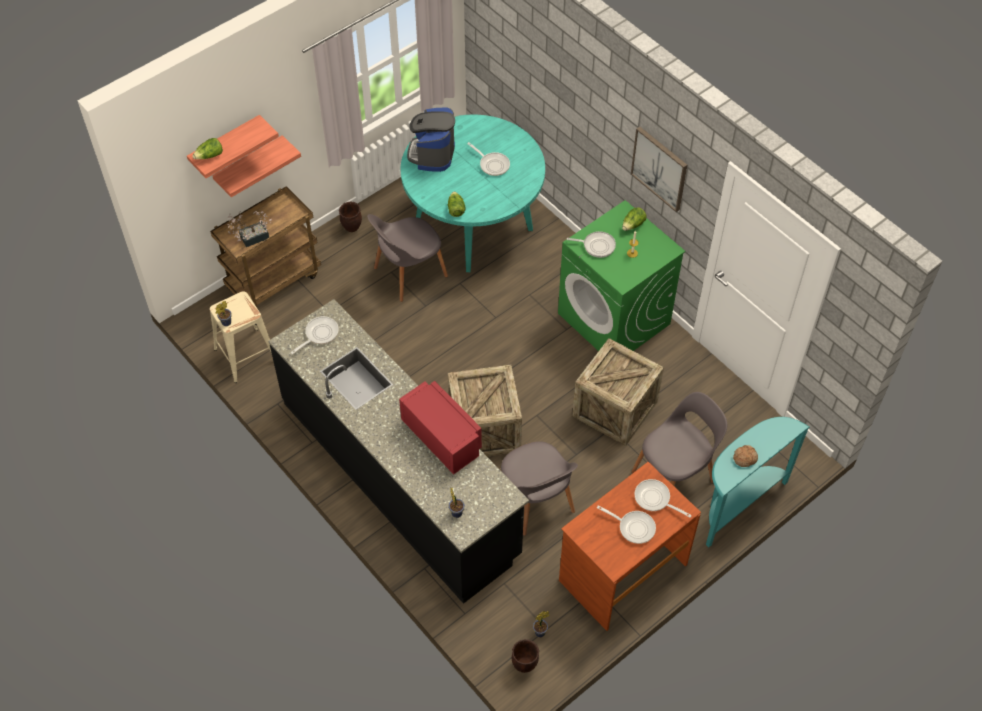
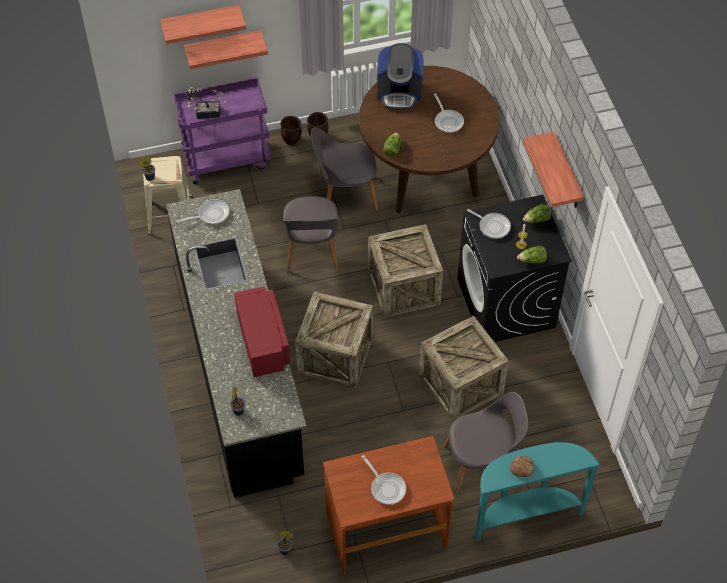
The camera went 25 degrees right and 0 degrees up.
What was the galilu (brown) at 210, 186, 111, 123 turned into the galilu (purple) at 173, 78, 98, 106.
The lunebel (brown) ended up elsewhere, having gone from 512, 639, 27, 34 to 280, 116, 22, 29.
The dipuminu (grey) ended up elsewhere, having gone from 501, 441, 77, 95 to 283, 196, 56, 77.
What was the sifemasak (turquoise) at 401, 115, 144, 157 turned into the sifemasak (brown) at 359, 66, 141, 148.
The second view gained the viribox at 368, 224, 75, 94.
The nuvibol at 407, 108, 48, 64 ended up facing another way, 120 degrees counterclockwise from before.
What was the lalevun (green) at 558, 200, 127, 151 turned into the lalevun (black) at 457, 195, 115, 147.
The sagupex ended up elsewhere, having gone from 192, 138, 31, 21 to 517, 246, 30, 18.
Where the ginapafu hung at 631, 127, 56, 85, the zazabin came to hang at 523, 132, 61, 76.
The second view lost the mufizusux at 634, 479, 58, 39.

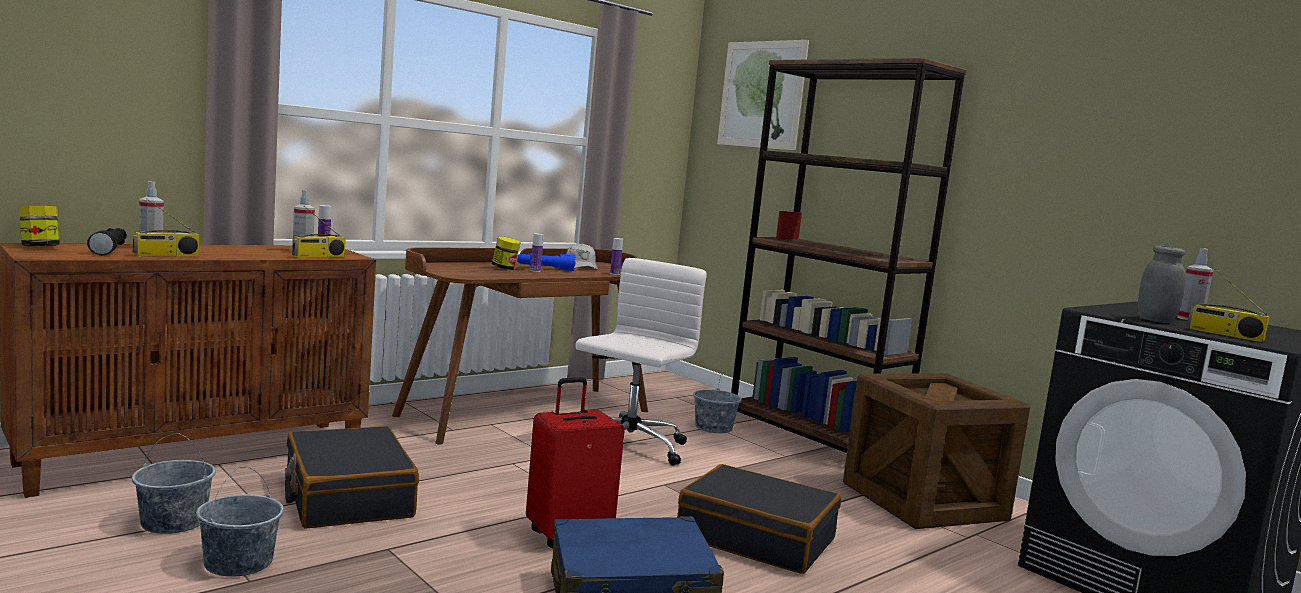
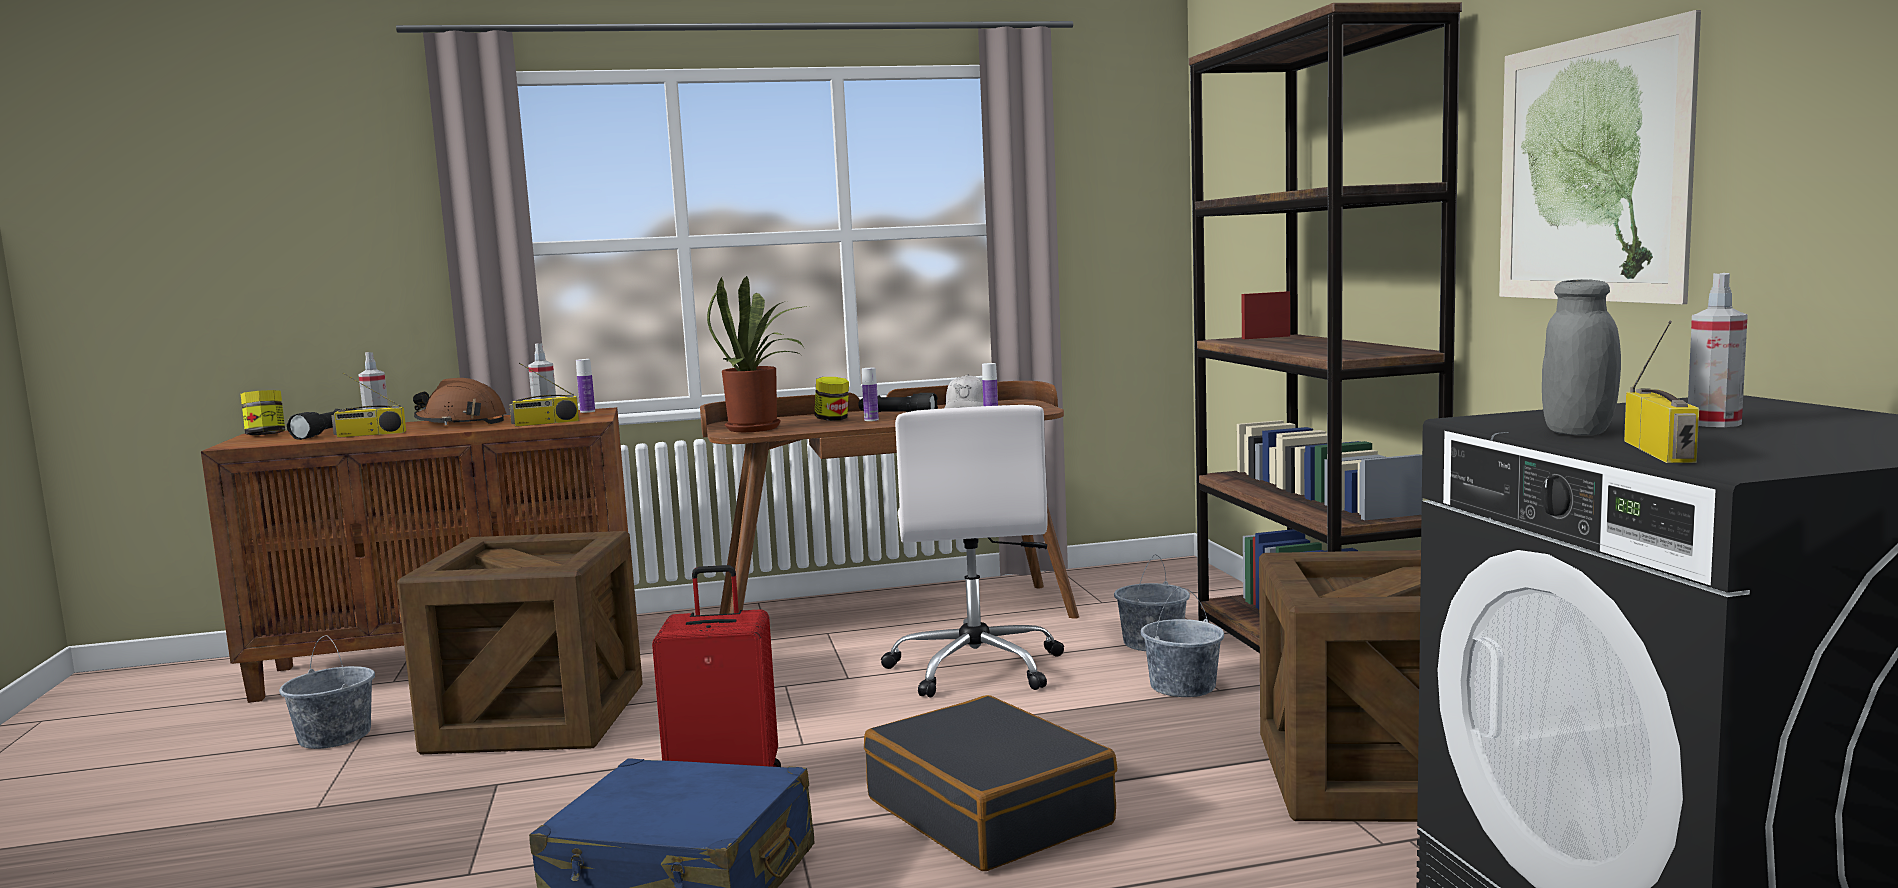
The camera went 30 degrees right and 0 degrees up.
Where the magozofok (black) stood at 285, 426, 134, 103, the viribox came to stand at 397, 531, 246, 223.
The second view gained the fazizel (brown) at 413, 378, 93, 47.
The second view gained the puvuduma at 707, 276, 100, 156.
What was the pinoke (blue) at 517, 253, 59, 18 turned into the pinoke (black) at 858, 393, 80, 19.
The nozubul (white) at 576, 258, 131, 208 ended up facing another way, 120 degrees clockwise from before.
The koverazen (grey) ended up elsewhere, having gone from 196, 467, 88, 110 to 1141, 587, 83, 110.
The ginapafu ended up elsewhere, having gone from 717, 40, 92, 110 to 1499, 10, 202, 294.
The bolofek at 1187, 269, 83, 73 ended up facing another way, 150 degrees counterclockwise from before.

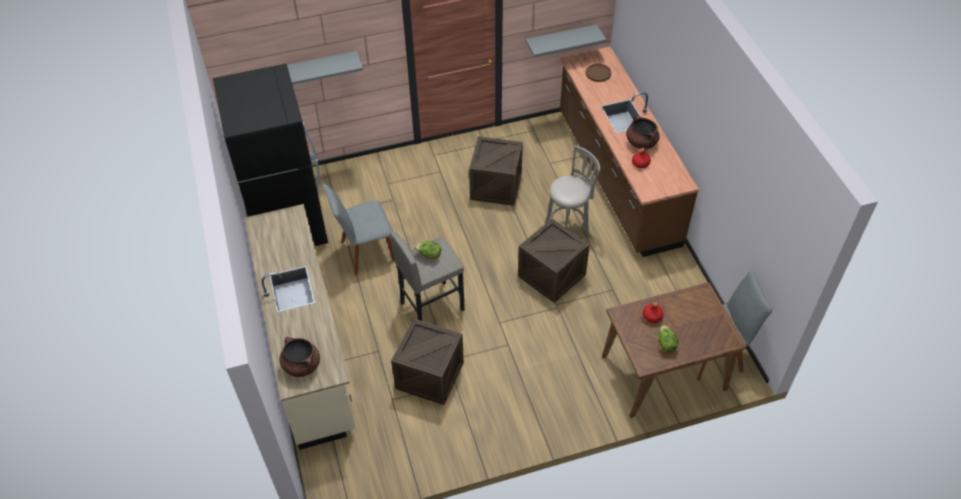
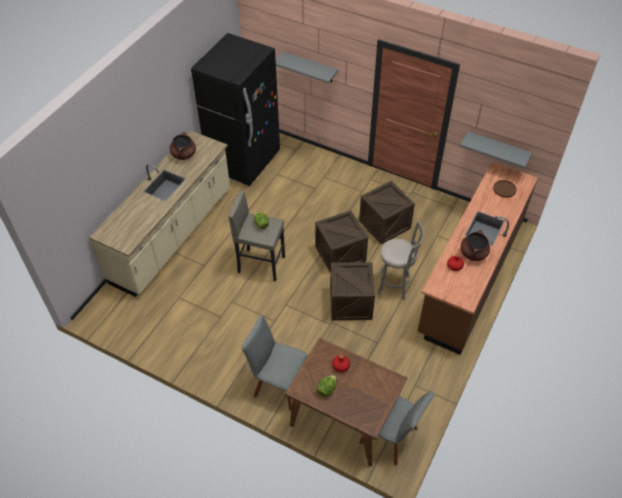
The camera went 45 degrees right and 0 degrees up.
The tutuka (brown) ended up elsewhere, having gone from 279, 337, 41, 40 to 170, 132, 26, 28.
The dipuminu (grey) ended up elsewhere, having gone from 322, 183, 73, 92 to 242, 315, 66, 95.
The viribox ended up elsewhere, having gone from 391, 318, 73, 87 to 315, 210, 53, 63.

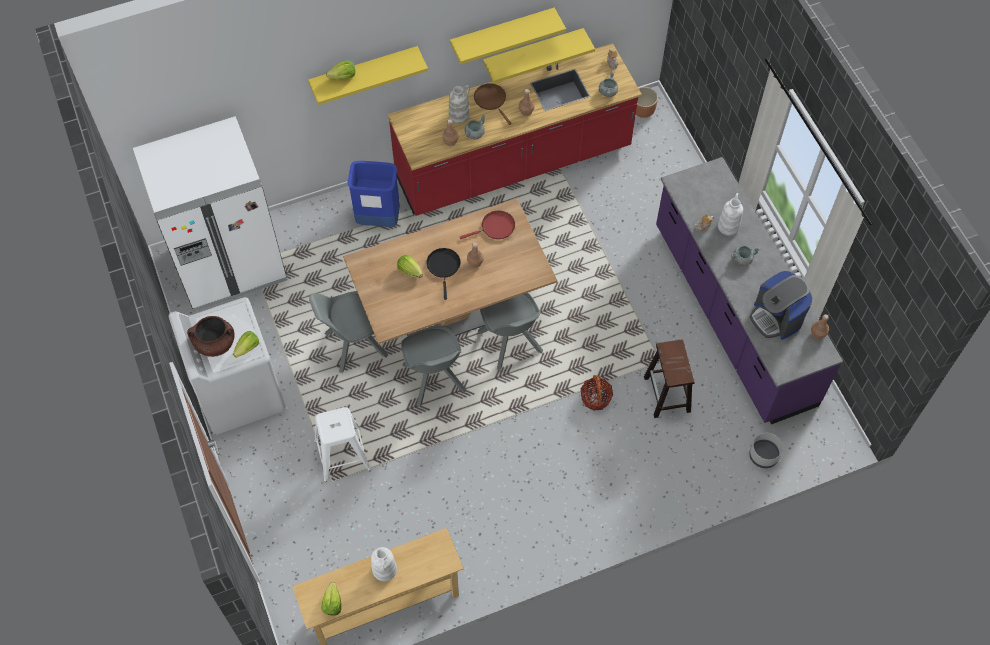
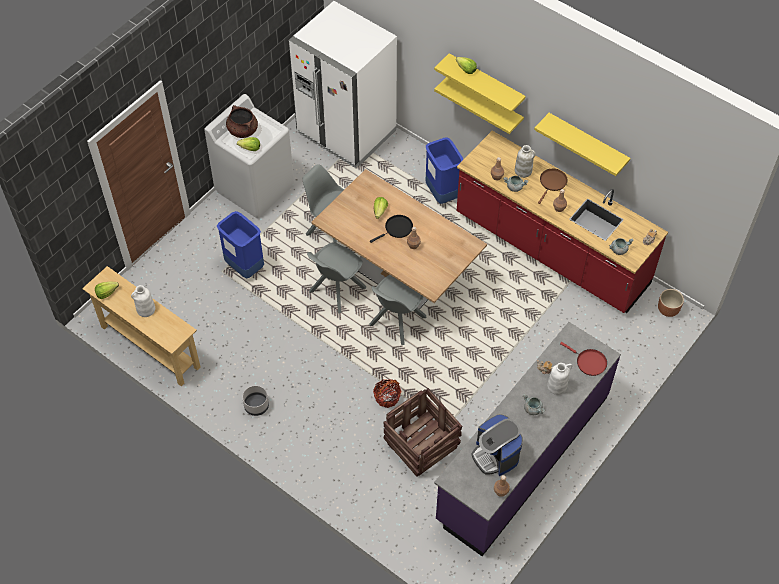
The camera went 60 degrees right and 5 degrees down.
Where the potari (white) stood at 315, 407, 56, 75, the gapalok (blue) came to stand at 217, 211, 47, 67.
The lunebel (grey) ended up elsewhere, having gone from 749, 433, 34, 35 to 242, 385, 27, 31.
Where the potari (brown) stood at 644, 339, 51, 79, the viribox came to stand at 383, 388, 79, 89.
The zazabin (yellow) ended up elsewhere, having gone from 483, 28, 112, 55 to 434, 77, 90, 57.
The nuvibol at 750, 271, 62, 69 ended up facing another way, 60 degrees counterclockwise from before.
The mufizusux (red) ended up elsewhere, having gone from 460, 211, 55, 28 to 560, 342, 47, 34.

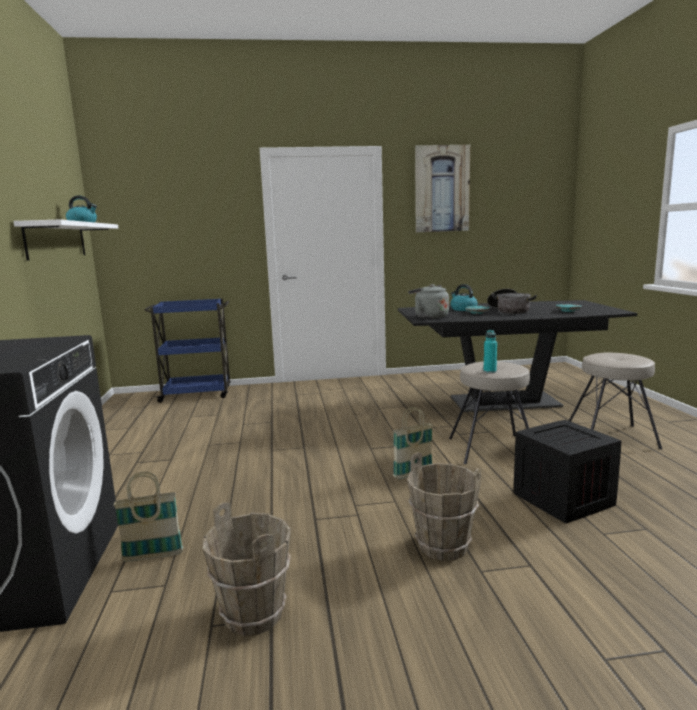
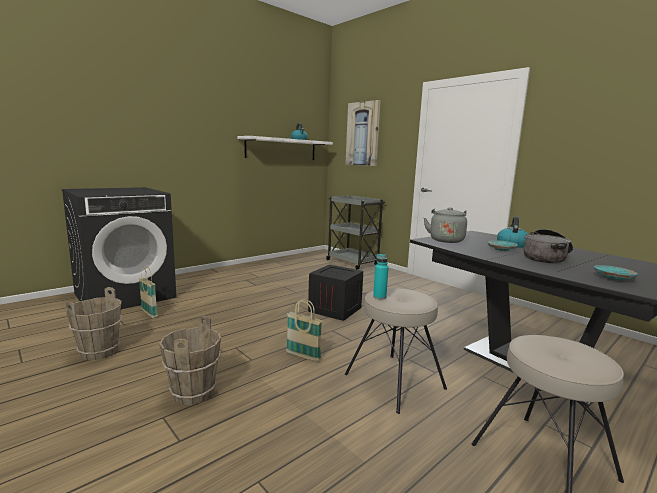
The camera went 55 degrees right and 0 degrees up.
The viribox ended up elsewhere, having gone from 514, 420, 107, 103 to 308, 265, 55, 56.
What was the galilu (blue) at 145, 299, 86, 104 turned into the galilu (grey) at 325, 195, 60, 75.
The ginapafu ended up elsewhere, having gone from 415, 145, 55, 87 to 345, 100, 36, 66.

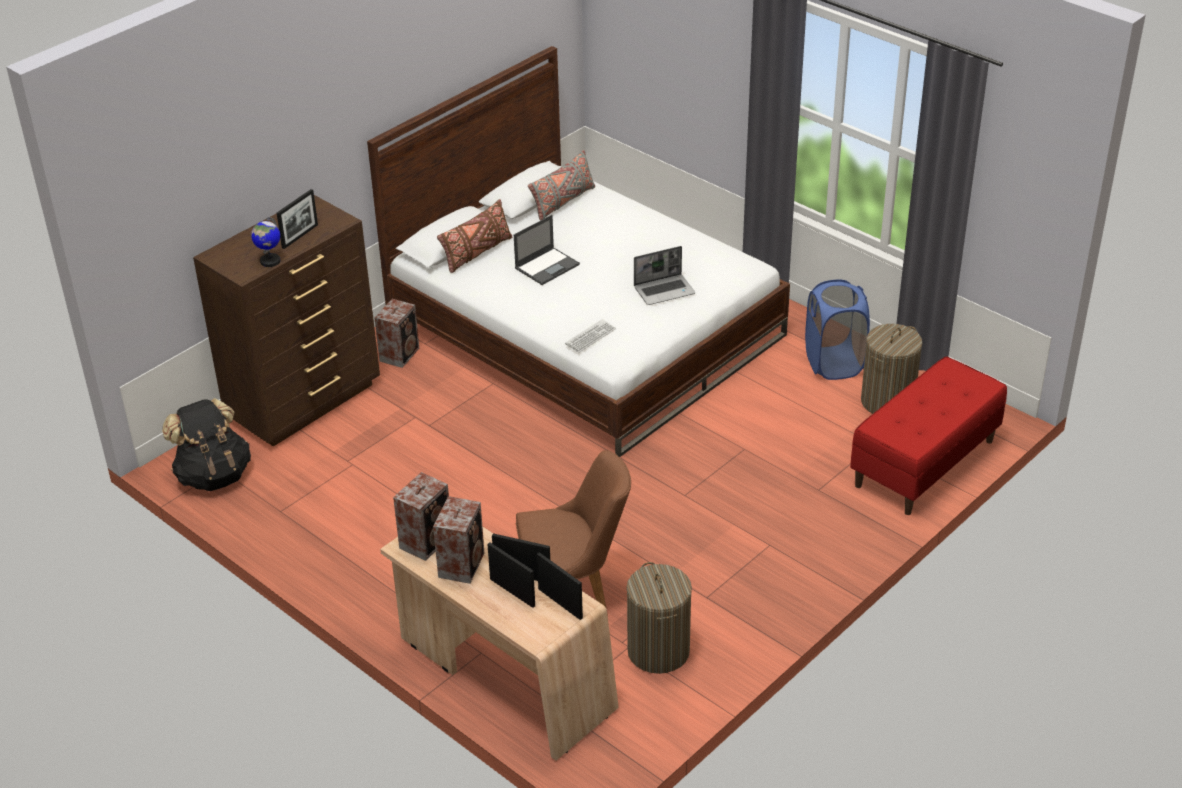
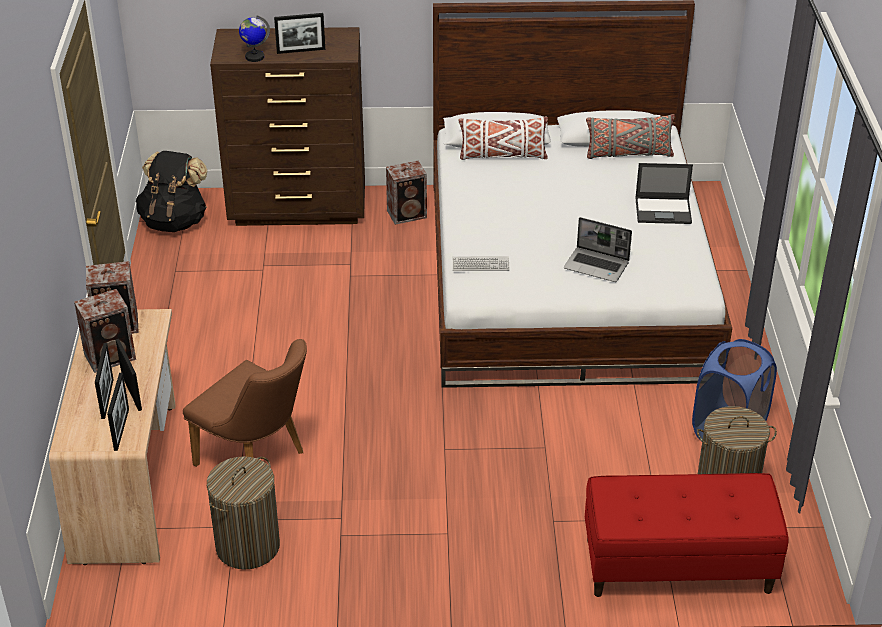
The camera went 45 degrees right and 0 degrees up.
What was the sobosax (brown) at 437, 199, 75, 74 turned into the sobosax (white) at 458, 117, 90, 43.
The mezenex ended up elsewhere, having gone from 514, 215, 66, 70 to 635, 163, 58, 61.

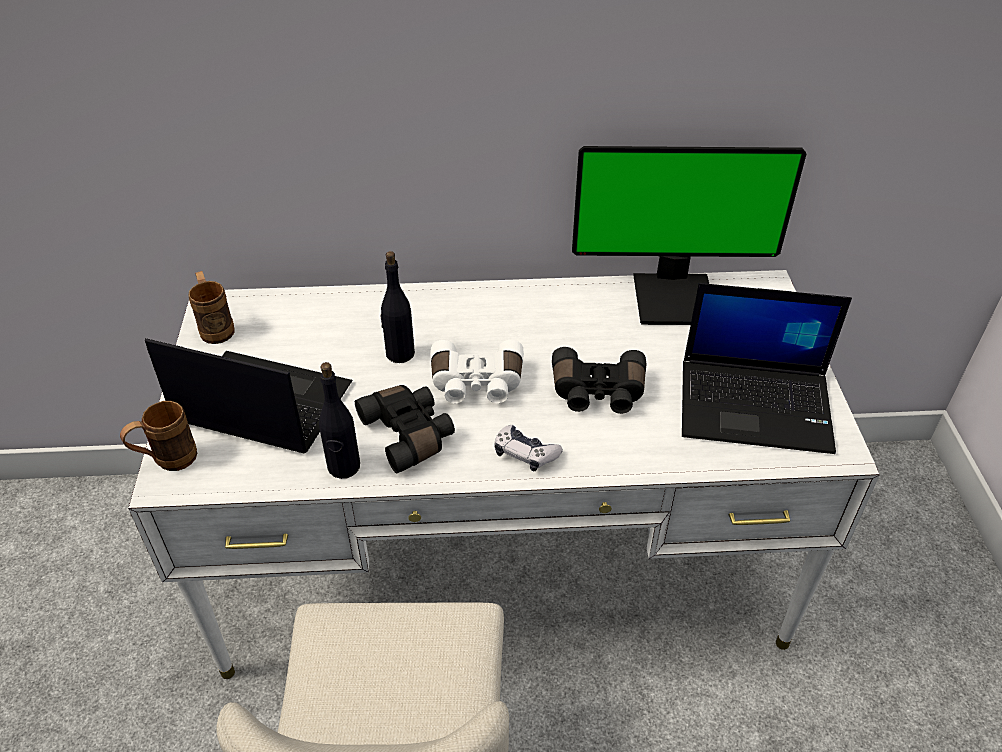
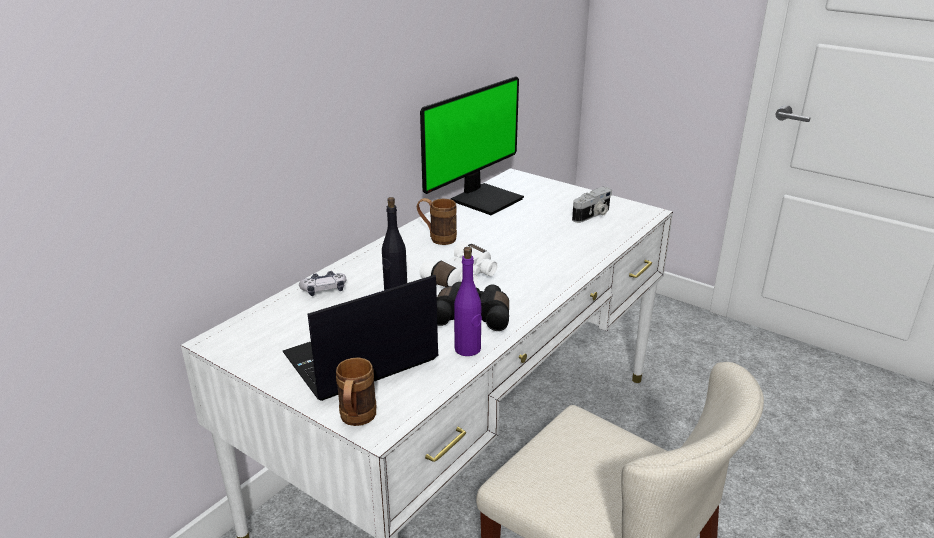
The camera went 50 degrees left and 15 degrees down.
The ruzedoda ended up elsewhere, having gone from 494, 425, 69, 46 to 299, 271, 48, 25.
The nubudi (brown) ended up elsewhere, having gone from 189, 271, 45, 73 to 417, 198, 40, 47.
What was the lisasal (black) at 319, 362, 41, 117 turned into the lisasal (purple) at 454, 247, 28, 109.
Where the mezenex stood at 682, 283, 170, 171, the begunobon came to stand at 572, 187, 40, 36.
The second view lost the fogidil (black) at 552, 347, 94, 67.

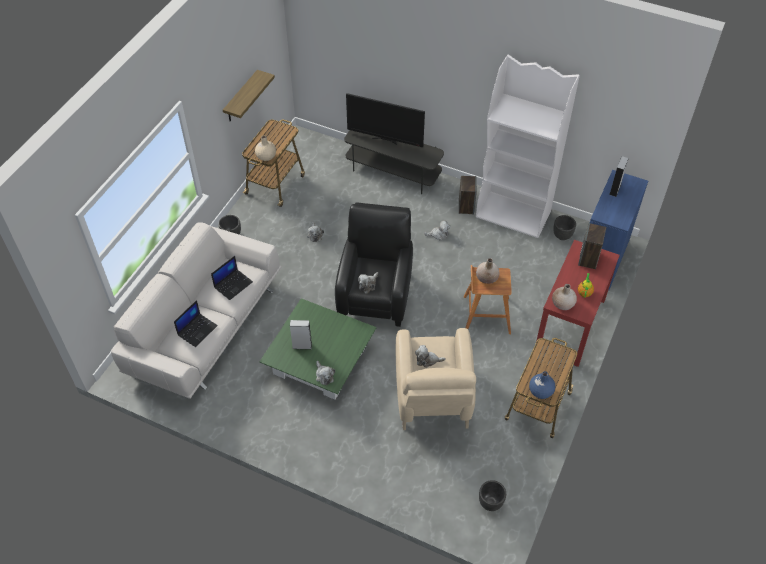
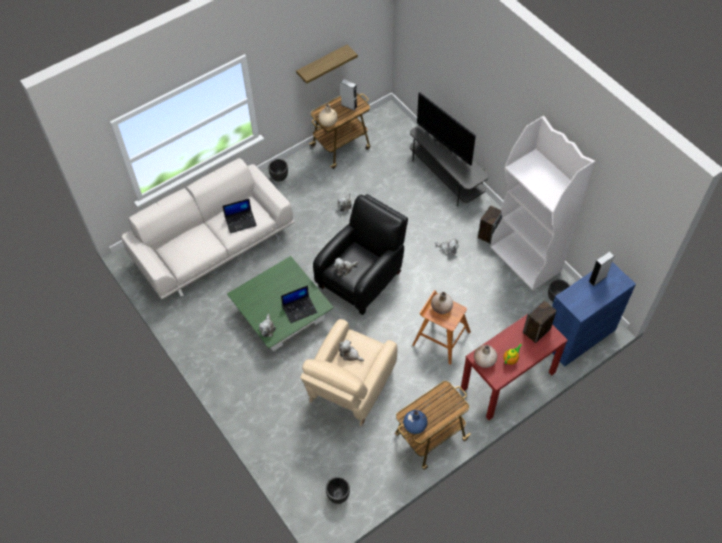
The camera went 30 degrees right and 5 degrees up.
The mezenex ended up elsewhere, having gone from 174, 300, 44, 47 to 281, 285, 36, 38.
The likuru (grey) ended up elsewhere, having gone from 290, 320, 22, 29 to 340, 79, 17, 31.

